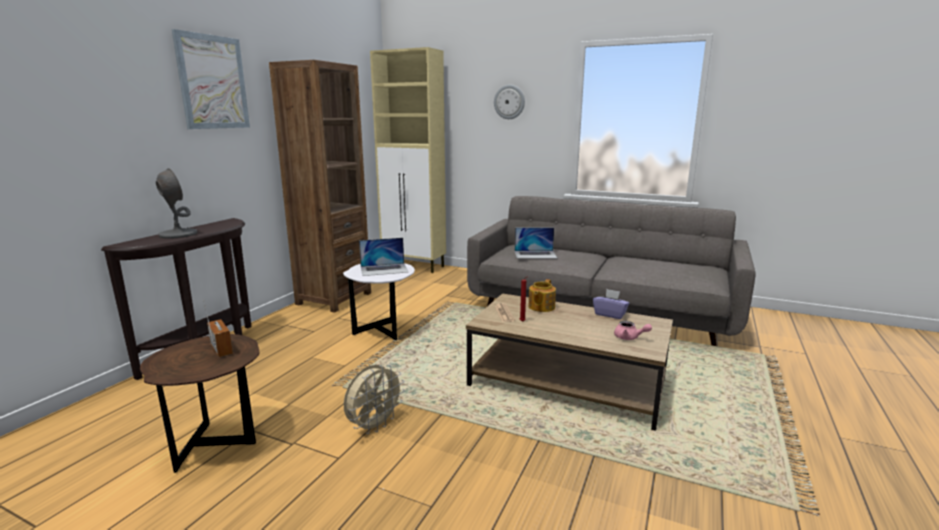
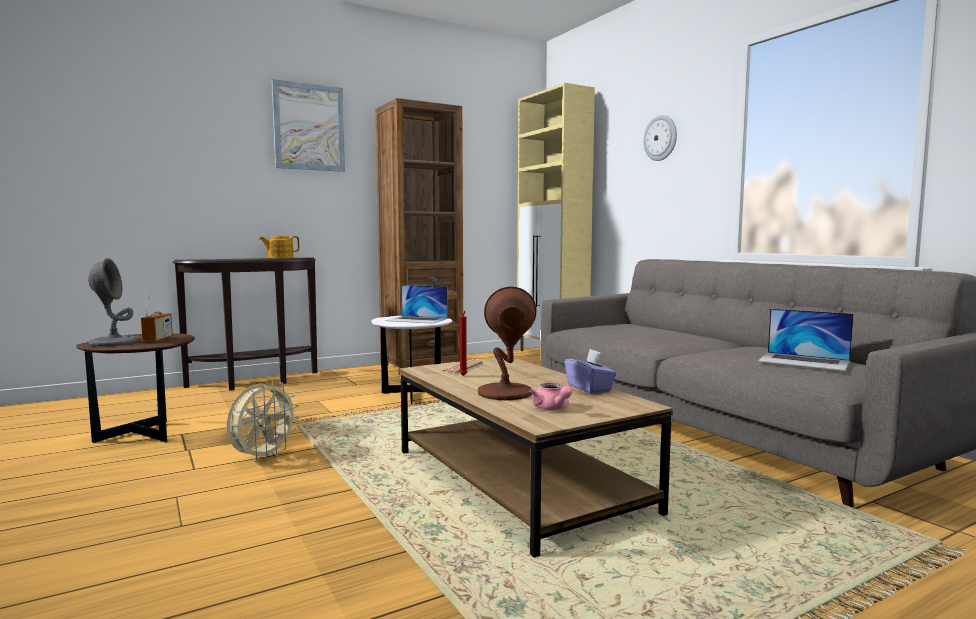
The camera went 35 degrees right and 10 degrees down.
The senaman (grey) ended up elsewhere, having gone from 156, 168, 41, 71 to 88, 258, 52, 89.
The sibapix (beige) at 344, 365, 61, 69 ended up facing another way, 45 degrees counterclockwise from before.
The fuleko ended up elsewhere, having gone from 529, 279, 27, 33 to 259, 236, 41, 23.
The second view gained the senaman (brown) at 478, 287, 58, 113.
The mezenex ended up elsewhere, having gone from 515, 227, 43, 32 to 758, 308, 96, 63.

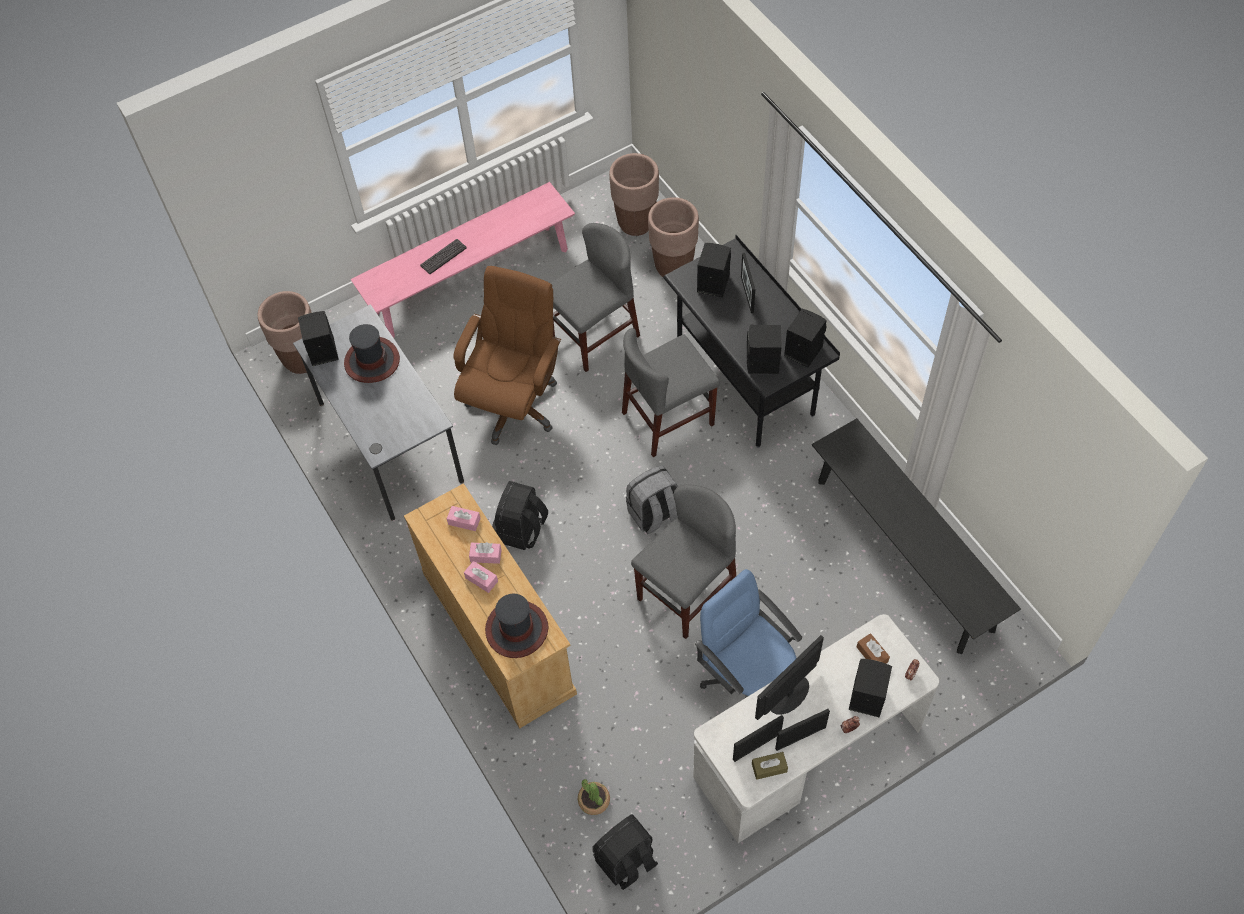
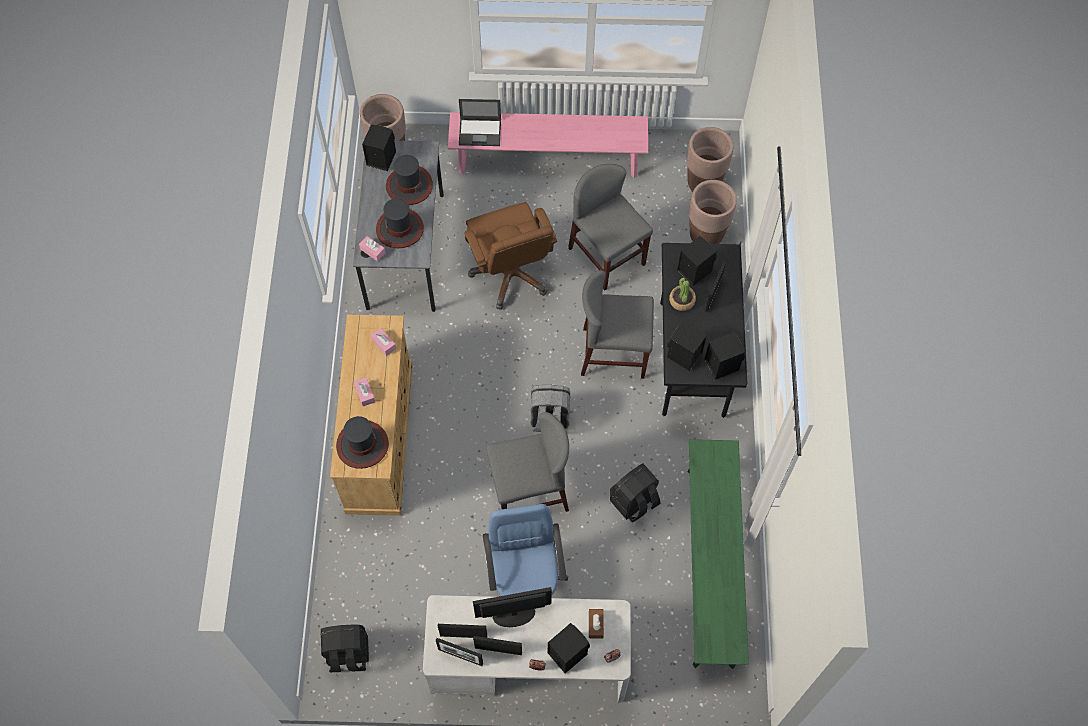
The camera went 30 degrees right and 5 degrees up.
The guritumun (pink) ended up elsewhere, having gone from 469, 542, 32, 22 to 359, 236, 27, 25.
The second view gained the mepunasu at 376, 198, 48, 50.
Where the guritumun (brown) stood at 752, 752, 36, 28, the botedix came to stand at 436, 638, 47, 28.
The second view gained the mezenex at 459, 99, 42, 47.
The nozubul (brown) at 453, 266, 108, 179 ended up facing another way, 105 degrees clockwise from before.
The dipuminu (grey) at 550, 223, 90, 149 ended up facing another way, 120 degrees counterclockwise from before.
The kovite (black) ended up elsewhere, having gone from 492, 481, 56, 69 to 610, 463, 51, 59.
The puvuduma ended up elsewhere, having gone from 578, 779, 32, 36 to 669, 278, 27, 33.
What was the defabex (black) at 812, 418, 209, 236 turned into the defabex (green) at 688, 439, 61, 230.
The second view lost the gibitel at 420, 239, 47, 35.

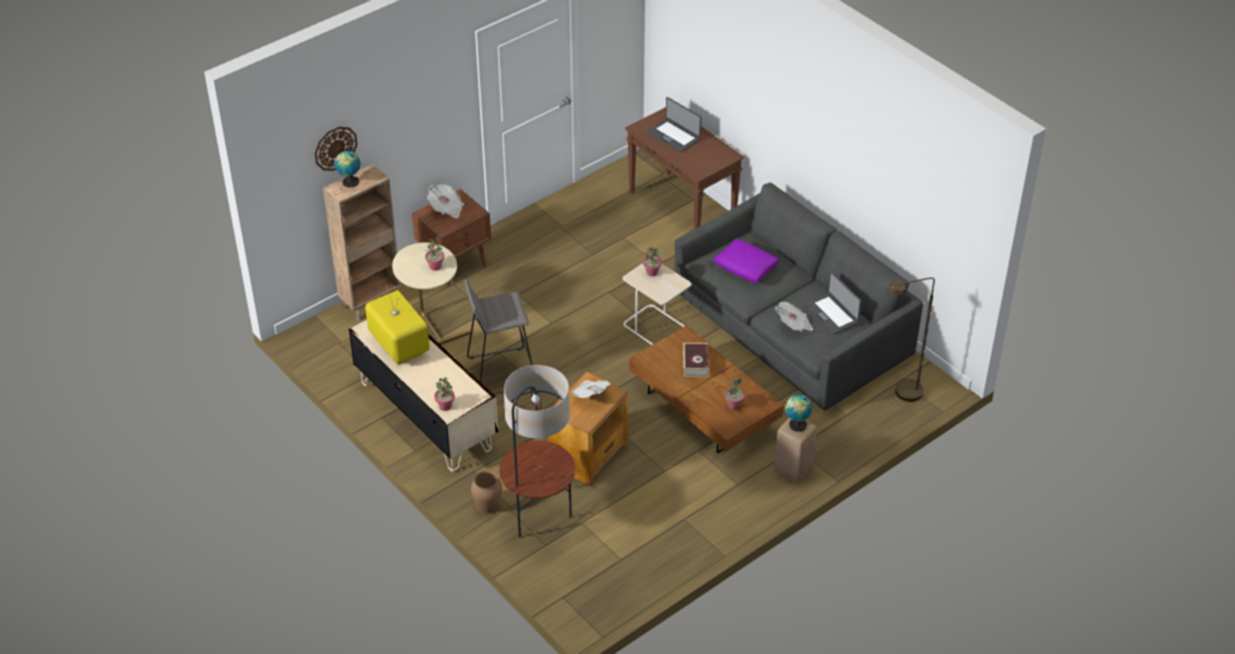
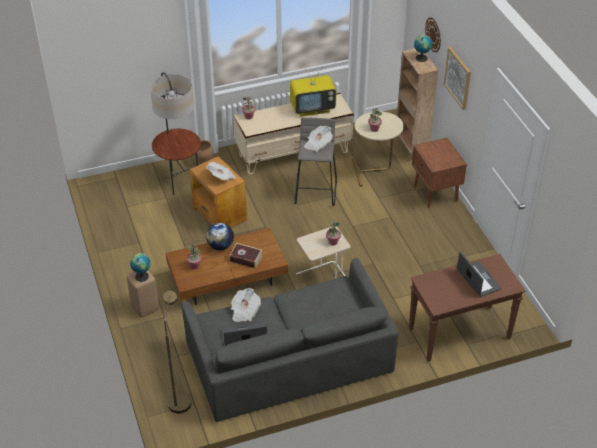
The camera went 110 degrees right and 0 degrees up.
The second view gained the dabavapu at 206, 223, 28, 28.
The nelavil ended up elsewhere, having gone from 427, 184, 37, 34 to 304, 126, 29, 26.
The second view gained the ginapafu at 444, 47, 27, 63.
The mezenex at 647, 97, 54, 56 ended up facing another way, 90 degrees clockwise from before.
The second view lost the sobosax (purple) at 714, 239, 65, 44.

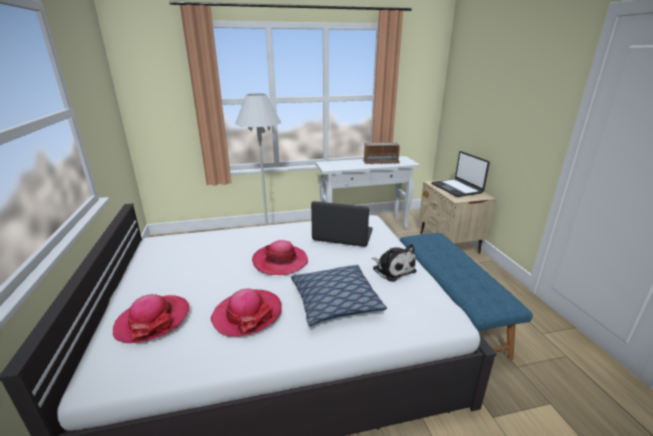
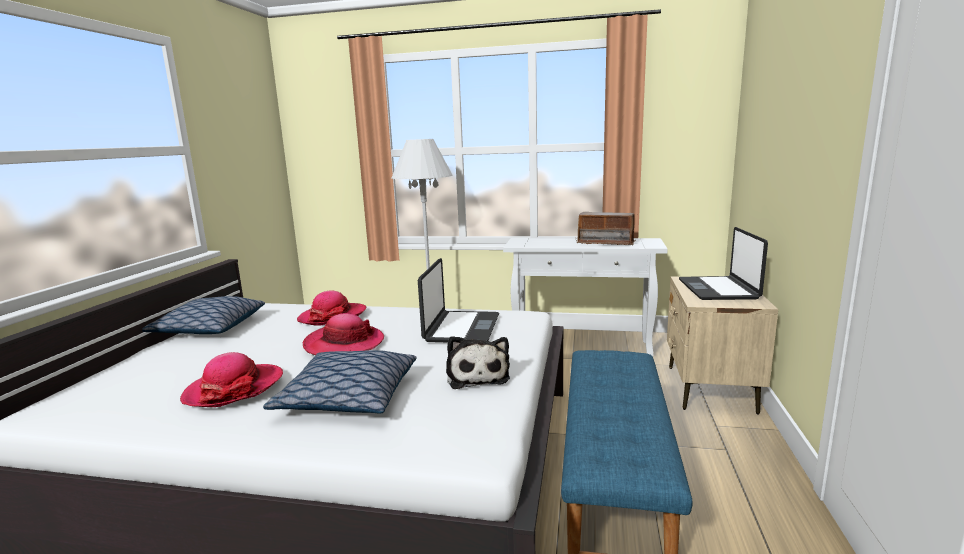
The camera went 25 degrees right and 10 degrees down.
The second view gained the sobosax at 142, 296, 123, 38.
The mepunasu ended up elsewhere, having gone from 113, 294, 76, 49 to 297, 290, 69, 36.
The mezenex at 311, 201, 62, 46 ended up facing another way, 60 degrees clockwise from before.

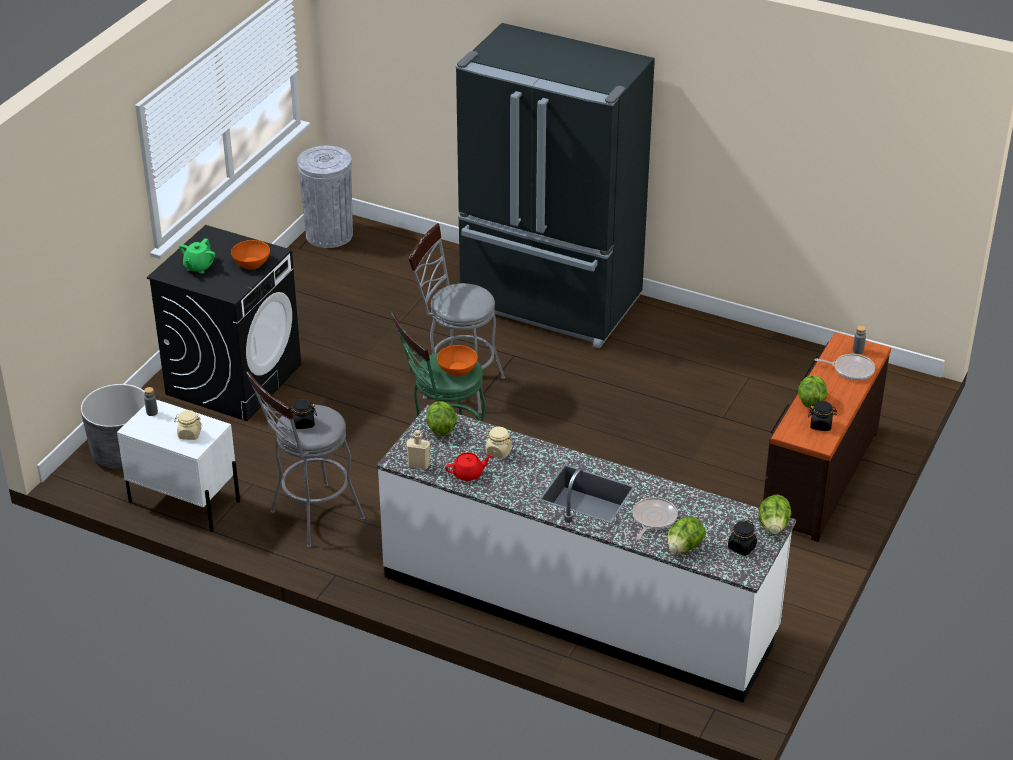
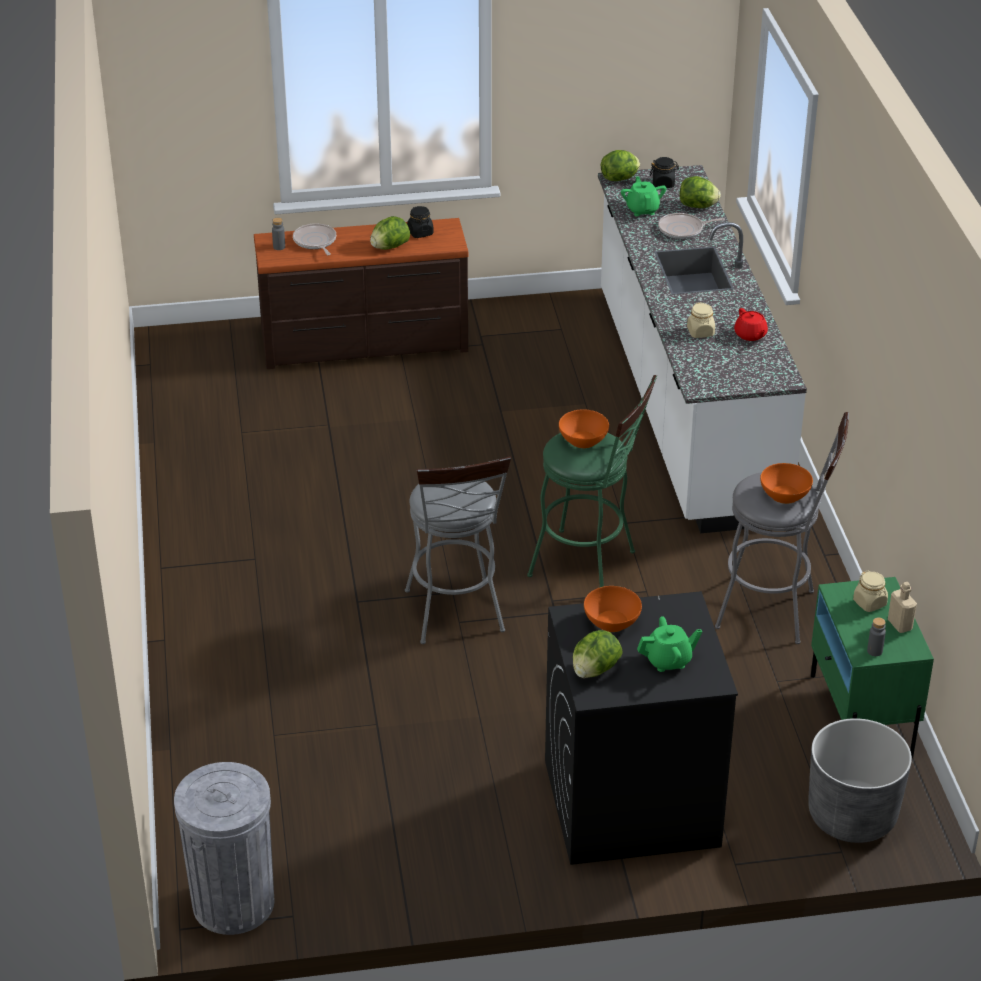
The camera went 125 degrees left and 0 degrees up.
The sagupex ended up elsewhere, having gone from 426, 401, 31, 35 to 573, 630, 50, 48.
The second view gained the fuleko (green) at 621, 176, 45, 40.
The fuleko (red) at 445, 453, 48, 28 ended up facing another way, 150 degrees counterclockwise from before.
Where the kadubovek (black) stood at 290, 399, 27, 30, the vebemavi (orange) came to stand at 760, 463, 53, 41.
What was the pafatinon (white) at 117, 400, 123, 132 turned into the pafatinon (green) at 811, 577, 123, 181.
The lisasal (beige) ended up elsewhere, having gone from 406, 430, 24, 39 to 888, 582, 29, 51.
The second view lost the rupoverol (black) at 456, 23, 199, 326.

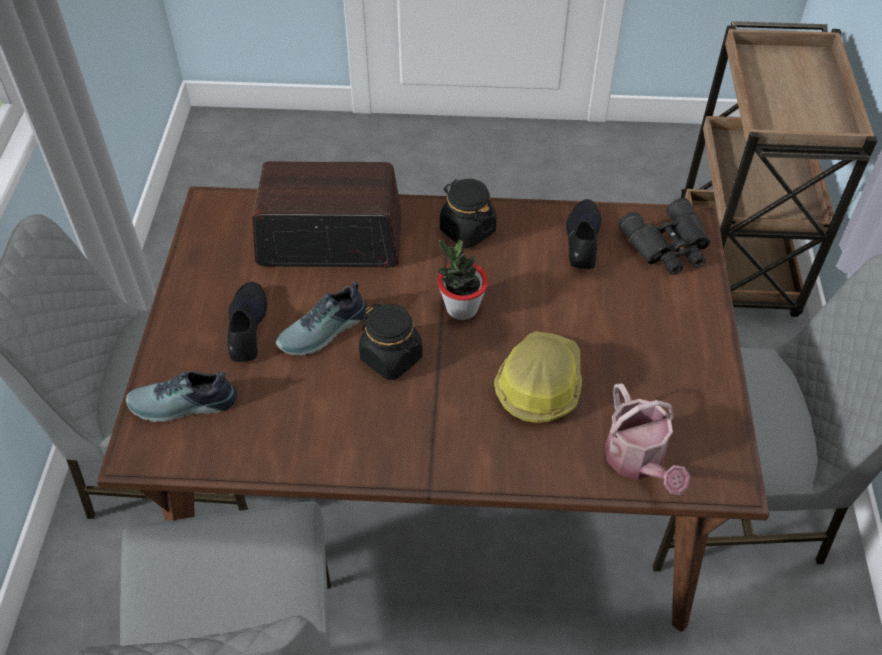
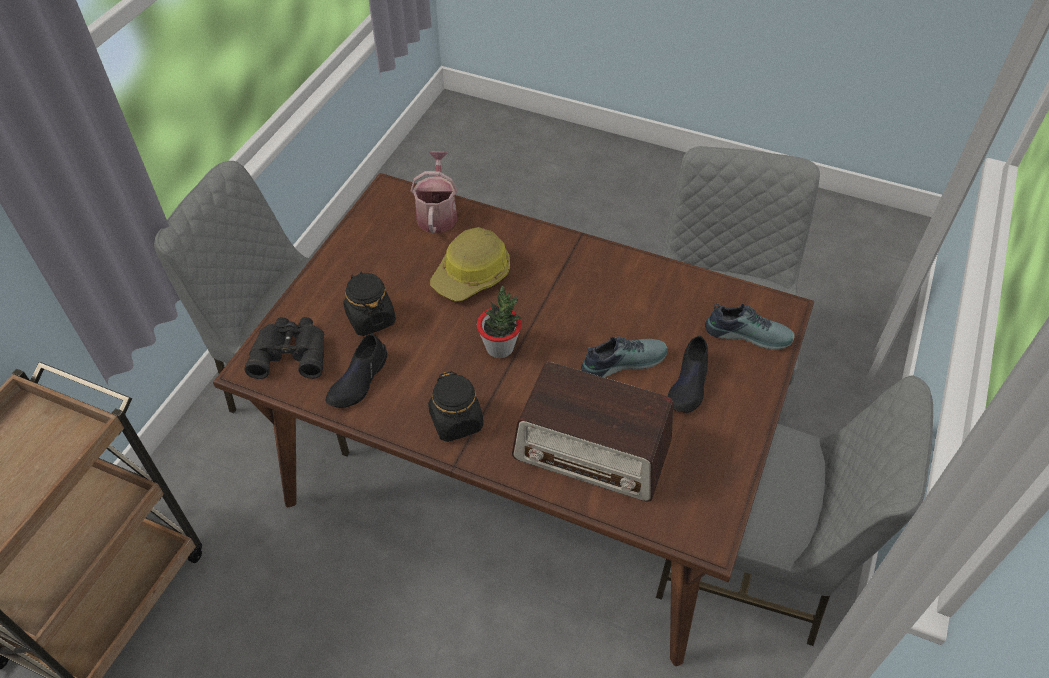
The camera went 160 degrees left and 0 degrees up.
The kadubovek (black) ended up elsewhere, having gone from 359, 303, 64, 77 to 343, 272, 53, 64.

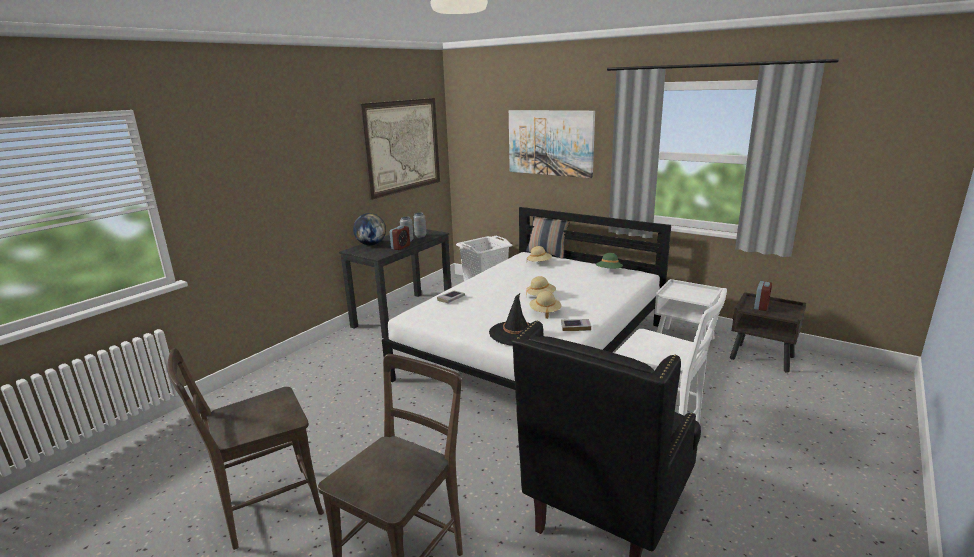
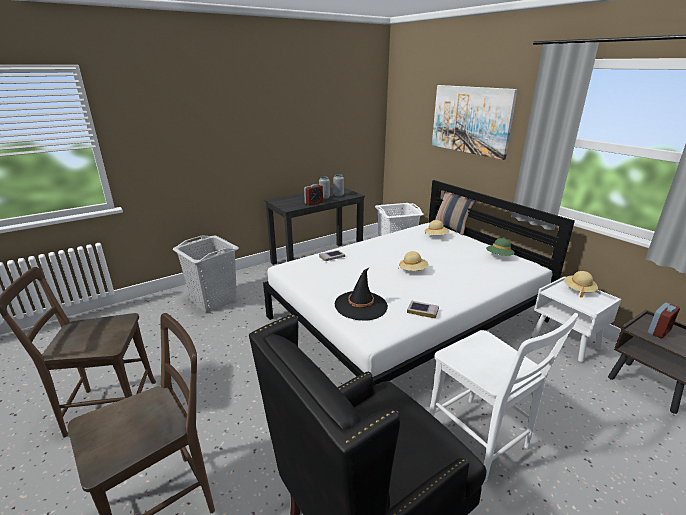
The camera went 20 degrees right and 5 degrees up.
The second view gained the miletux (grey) at 173, 235, 66, 77.
The mepunasu (beige) ended up elsewhere, having gone from 530, 291, 31, 28 to 564, 271, 34, 27.
The second view lost the dabavapu at 353, 213, 33, 32.
The second view lost the ginapafu at 360, 98, 80, 102.

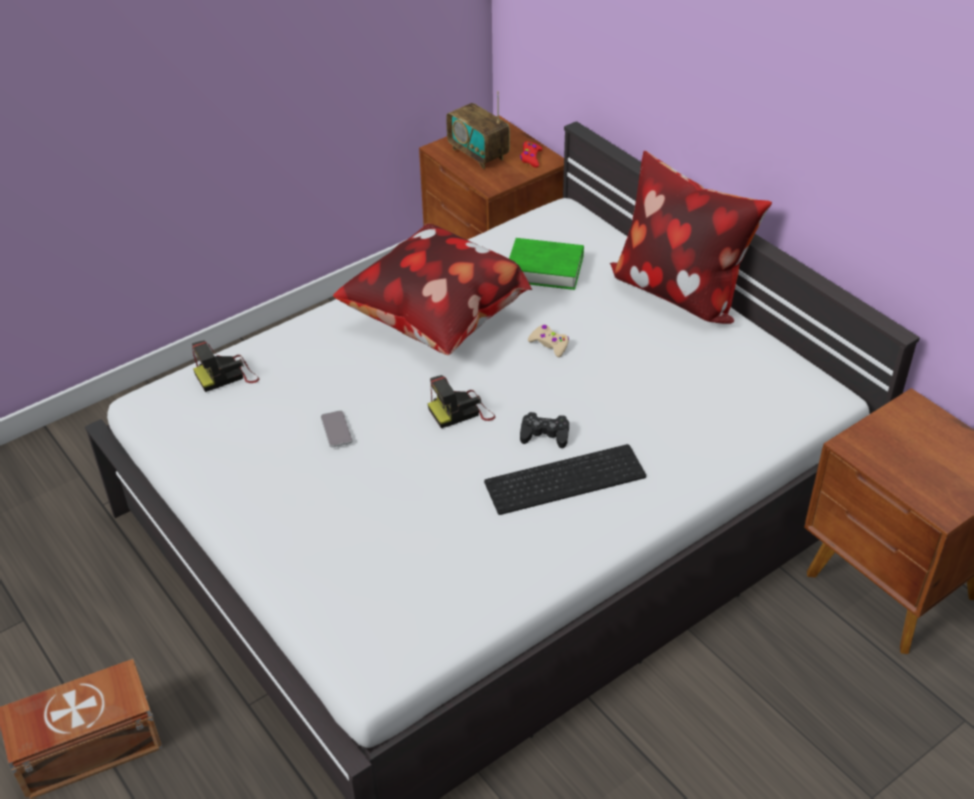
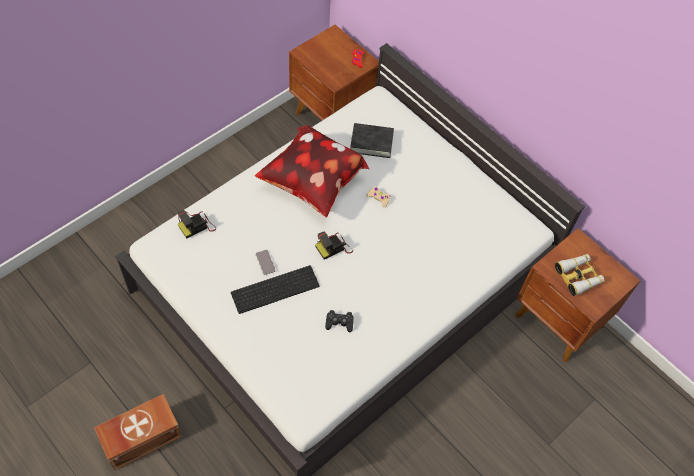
The camera went 10 degrees left and 15 degrees up.
The gibitel ended up elsewhere, having gone from 484, 444, 162, 71 to 231, 265, 89, 49.
The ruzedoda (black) ended up elsewhere, having gone from 520, 412, 49, 36 to 325, 310, 29, 22.
What was the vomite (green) at 509, 238, 75, 52 turned into the vomite (black) at 350, 123, 44, 35.
The second view gained the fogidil at 555, 254, 49, 42.
The second view lost the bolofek at 446, 91, 64, 78.
The second view lost the sobosax at 610, 151, 162, 173.

